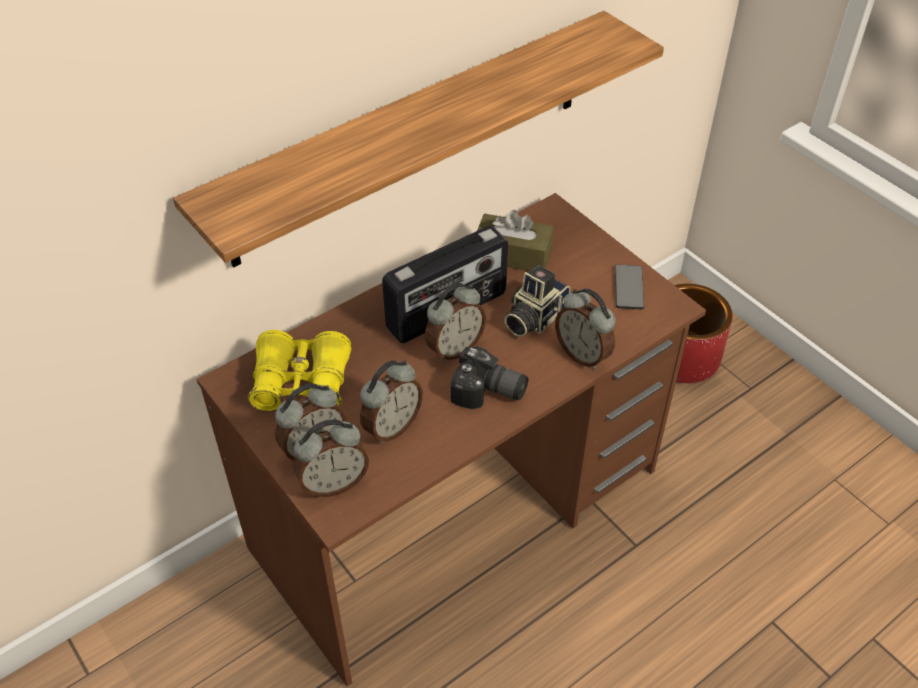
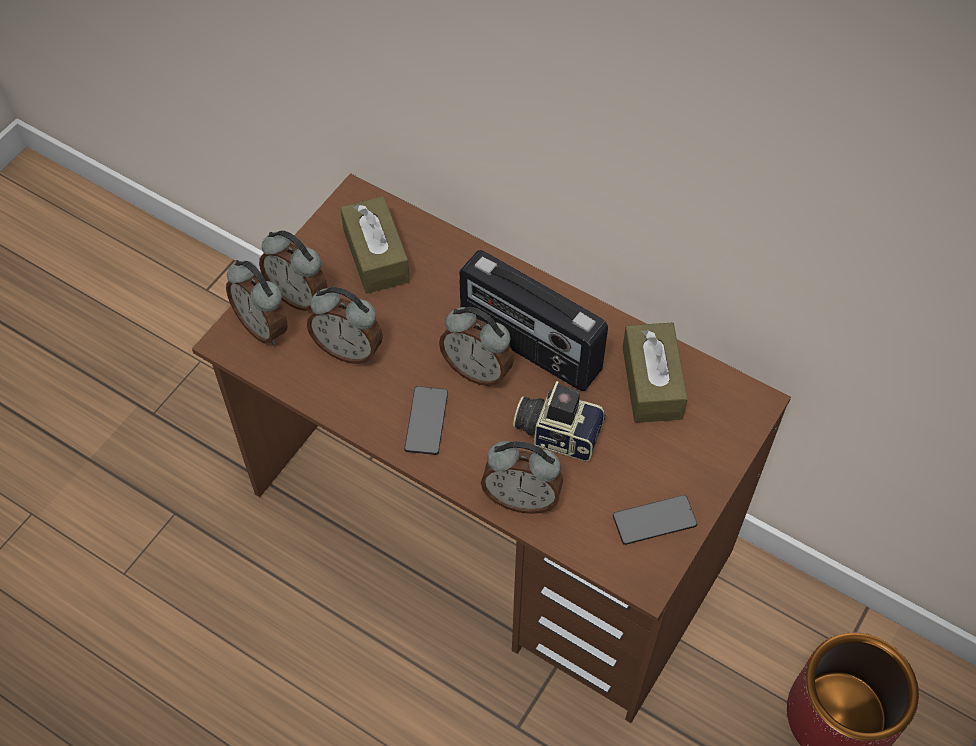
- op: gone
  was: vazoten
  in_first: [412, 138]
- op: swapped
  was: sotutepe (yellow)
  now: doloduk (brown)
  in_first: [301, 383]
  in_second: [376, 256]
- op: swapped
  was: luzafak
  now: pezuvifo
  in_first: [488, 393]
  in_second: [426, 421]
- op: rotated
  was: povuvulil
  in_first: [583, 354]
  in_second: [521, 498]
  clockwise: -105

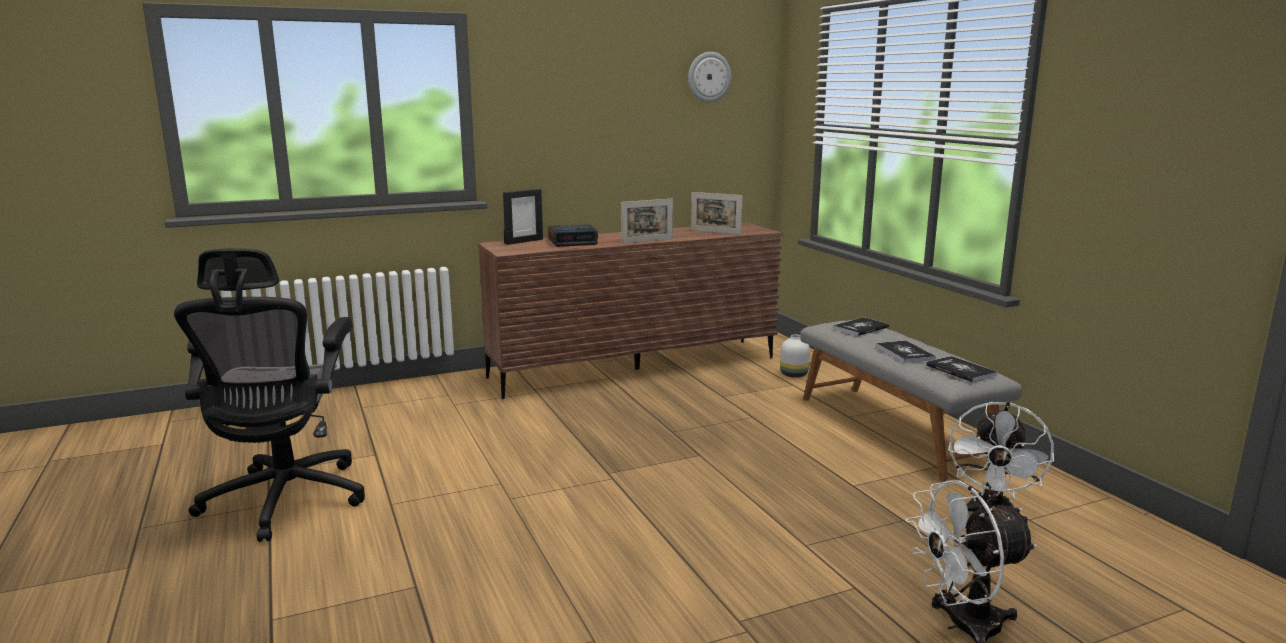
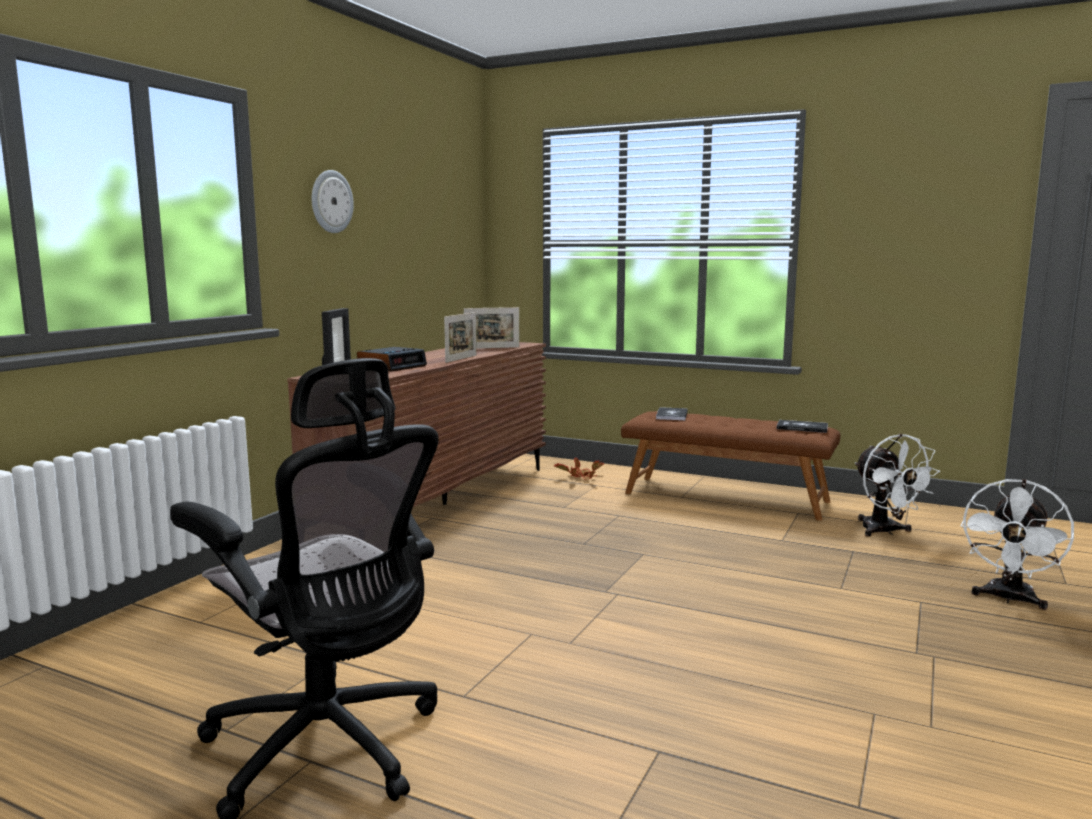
- op: shifted
  was: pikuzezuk
  in_first: [709, 77]
  in_second: [331, 201]
- op: swapped
  was: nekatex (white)
  now: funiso
  in_first: [794, 374]
  in_second: [581, 478]
- op: repainted
  was: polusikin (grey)
  now: polusikin (brown)
  in_first: [894, 429]
  in_second: [726, 497]
- op: gone
  was: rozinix
  in_first: [904, 353]

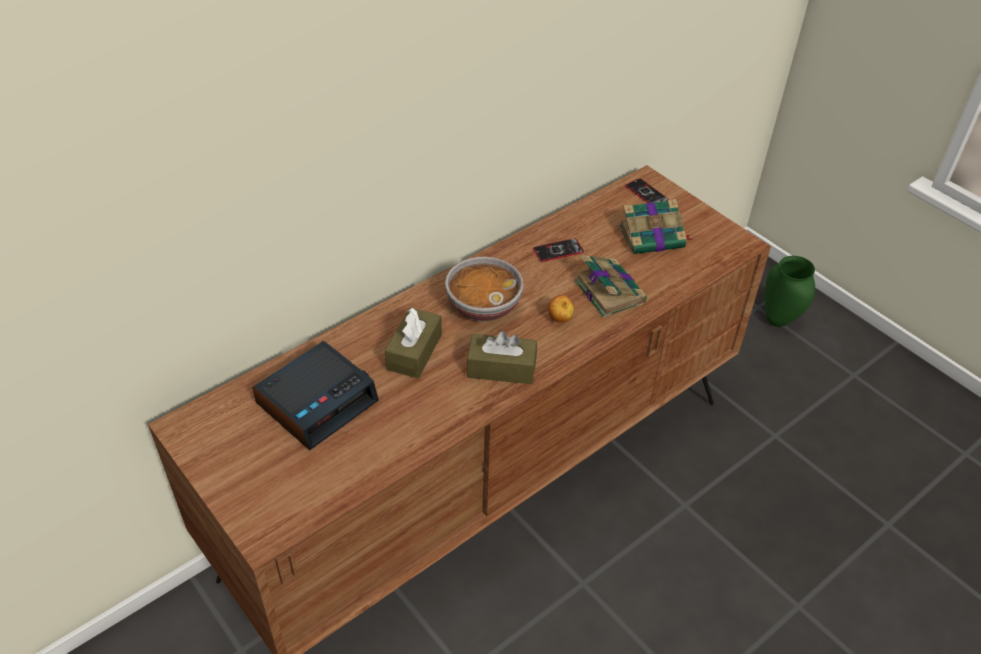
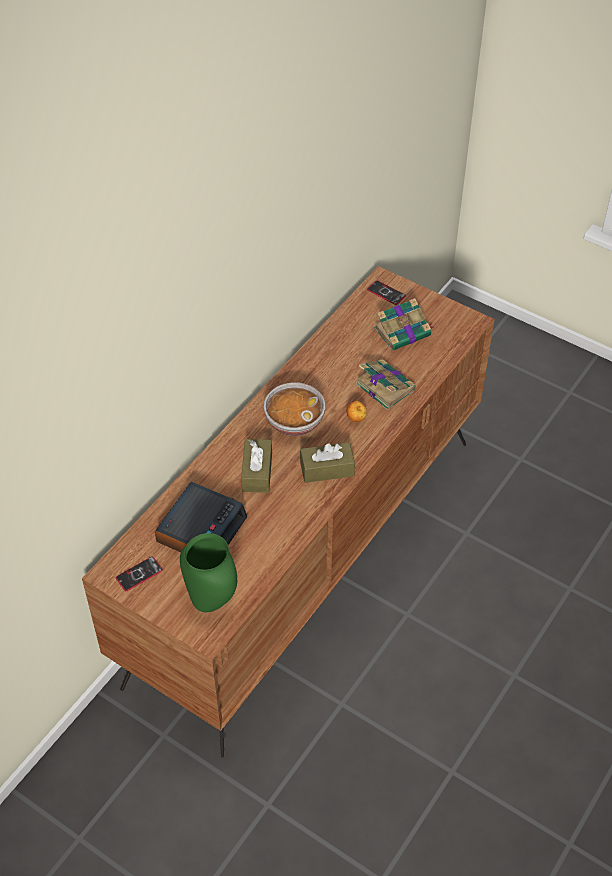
- op: shifted
  was: pezuvifo
  in_first: [558, 251]
  in_second: [139, 574]
- op: shifted
  was: nekatex (green)
  in_first: [779, 320]
  in_second: [213, 601]

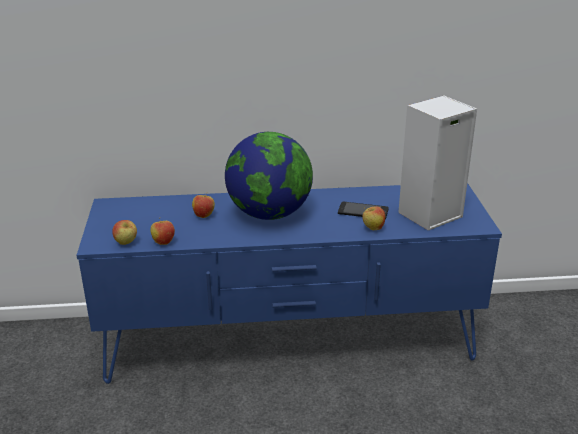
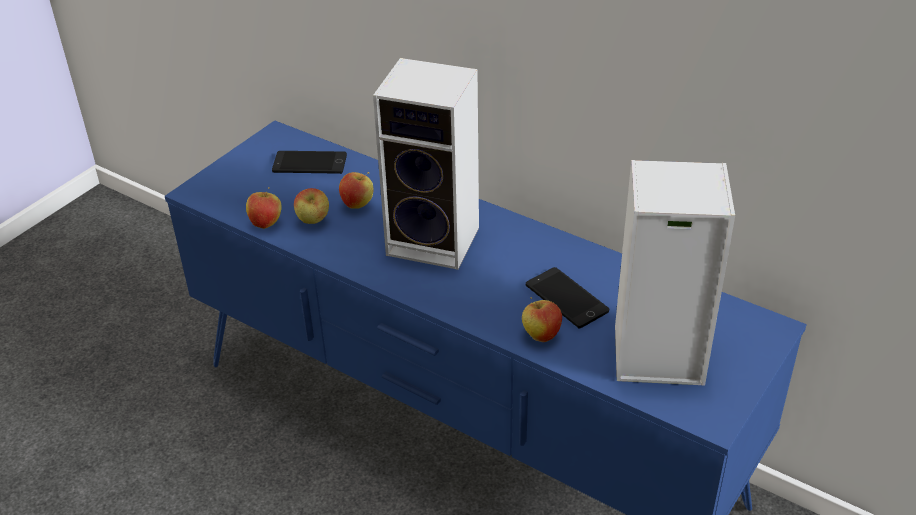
- op: shifted
  was: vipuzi
  in_first: [126, 243]
  in_second: [313, 222]
- op: swapped
  was: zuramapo
  now: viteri
  in_first: [269, 214]
  in_second: [437, 241]
- op: new
  now: pezuvifo
  in_second: [309, 163]

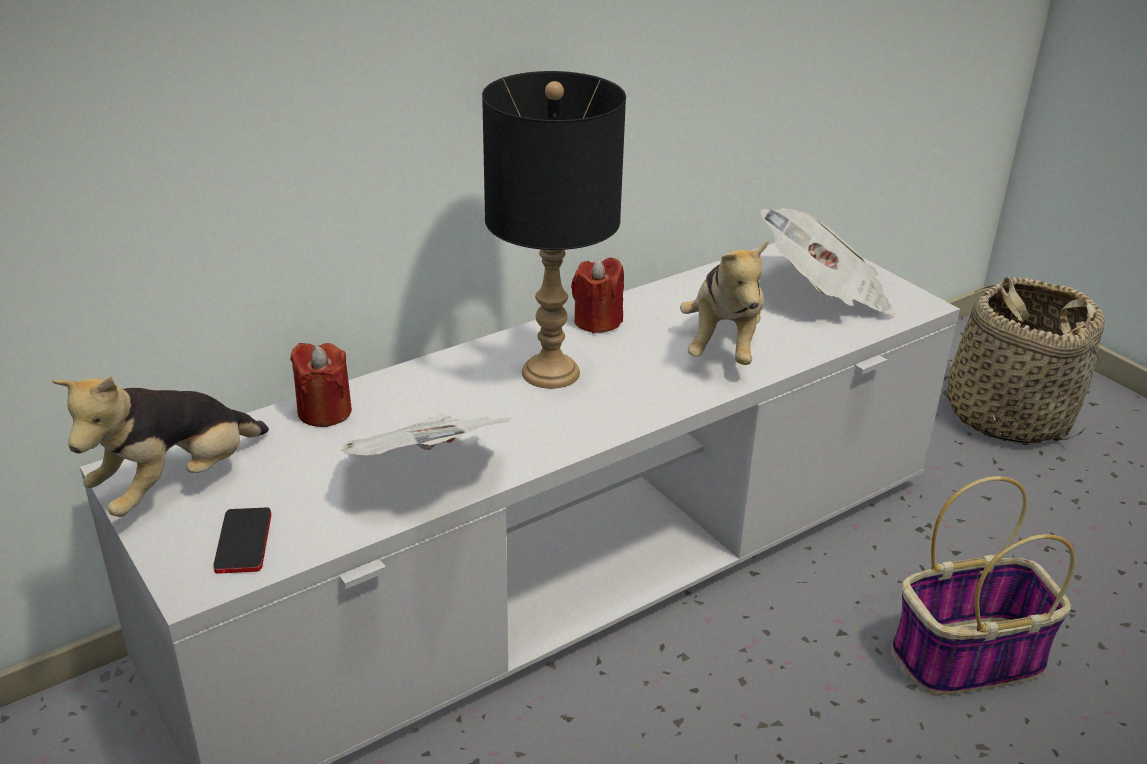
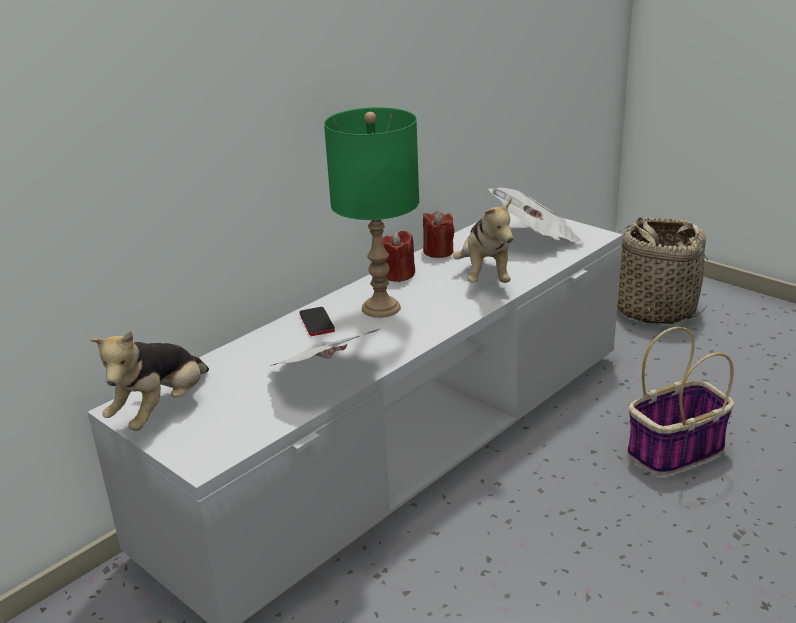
- op: shifted
  was: pezuvifo
  in_first: [243, 542]
  in_second: [317, 322]
- op: shifted
  was: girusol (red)
  in_first: [324, 412]
  in_second: [438, 251]
- op: repainted
  was: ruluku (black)
  now: ruluku (green)
  in_first: [552, 372]
  in_second: [382, 308]

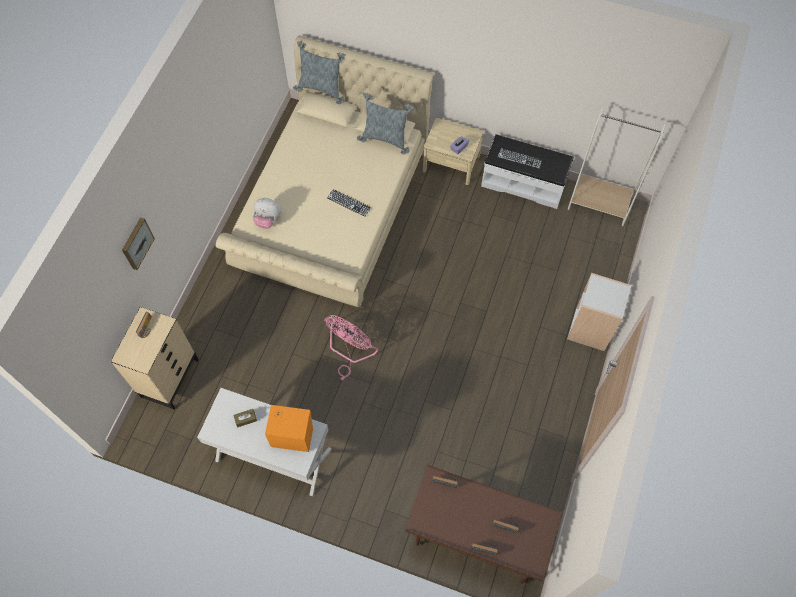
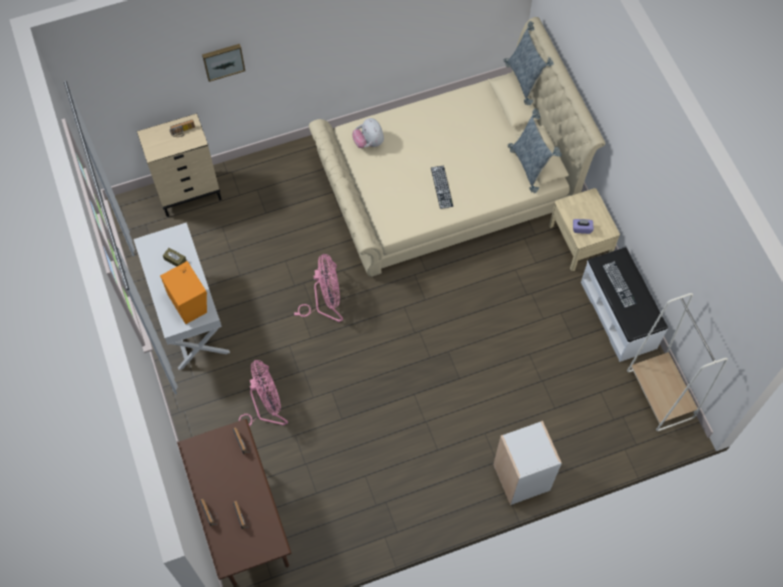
- op: new
  now: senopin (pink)
  in_second: [264, 404]

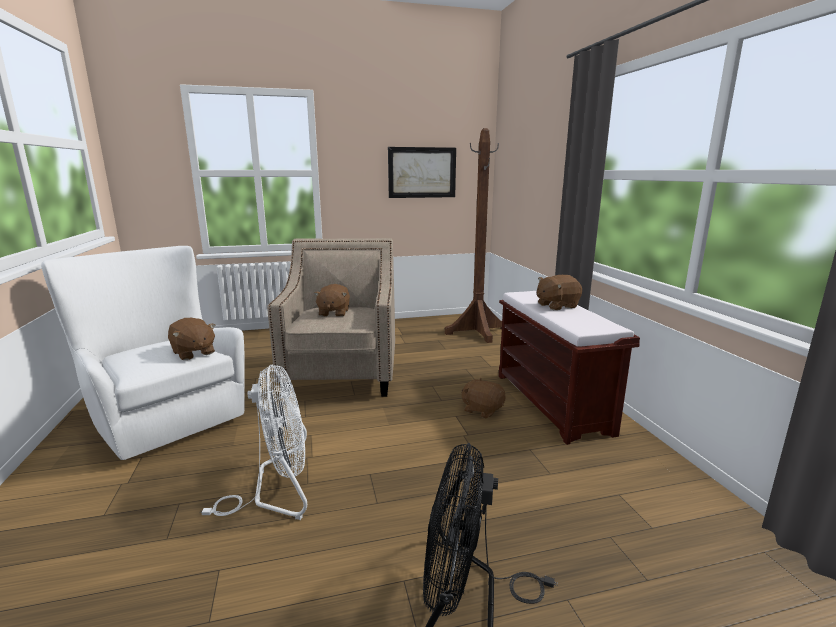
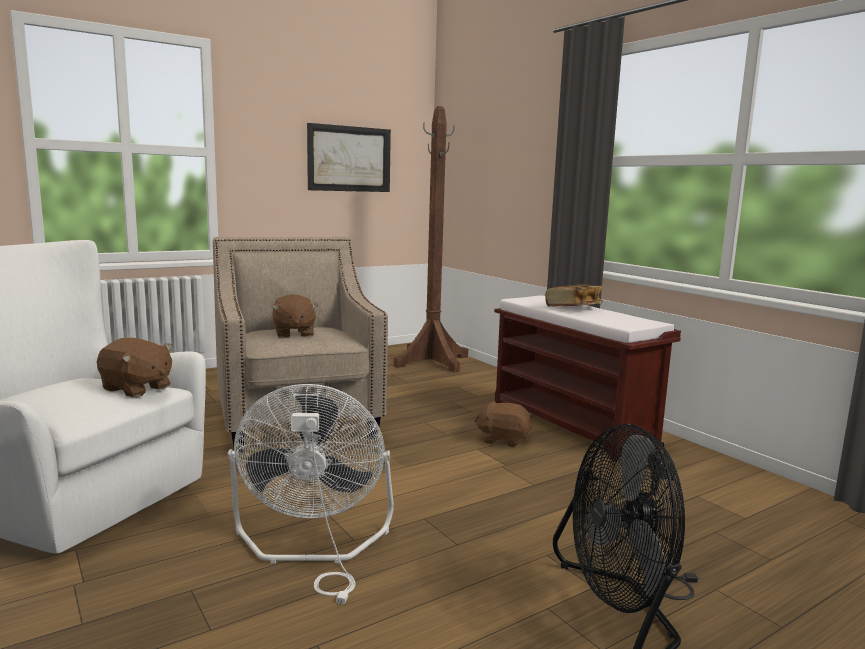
- op: rotated
  was: senopin (white)
  in_first: [276, 486]
  in_second: [314, 549]
  clockwise: -60
- op: swapped
  was: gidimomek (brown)
  now: rozinix
  in_first: [556, 306]
  in_second: [573, 308]

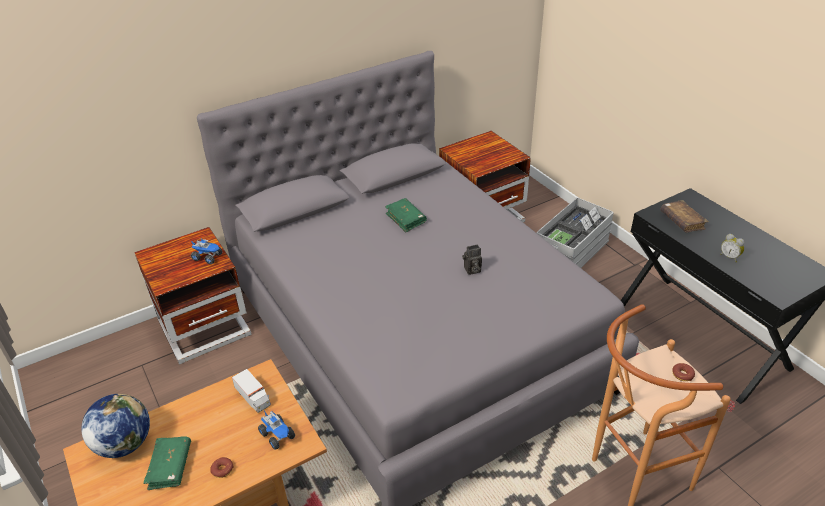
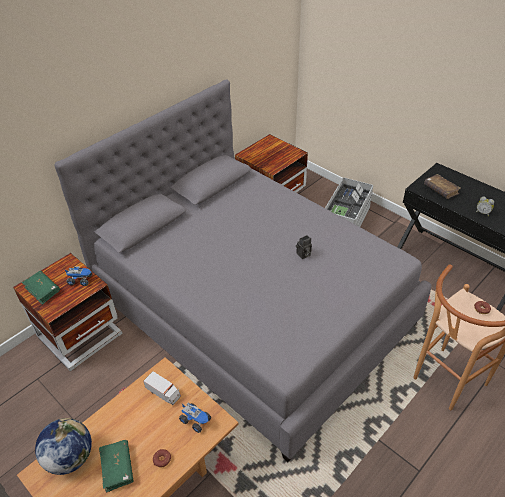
- op: shifted
  was: rozinix (green)
  in_first: [405, 219]
  in_second: [42, 290]

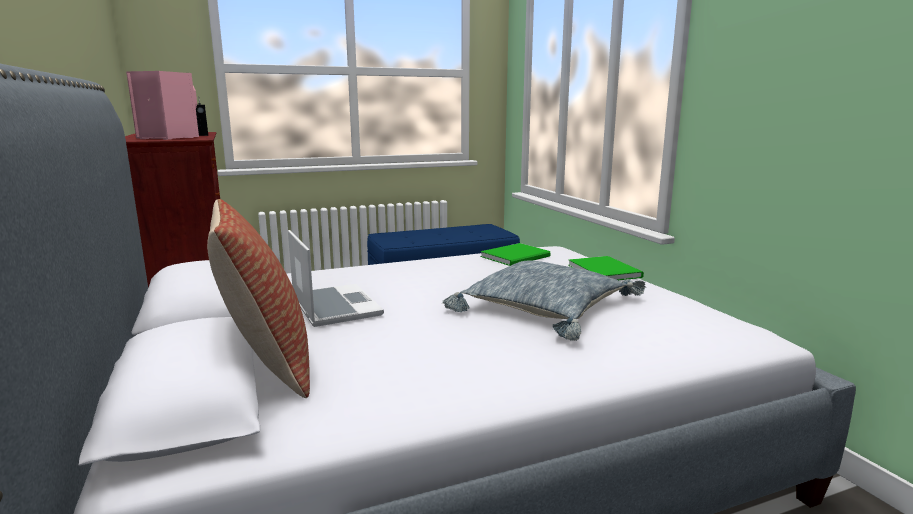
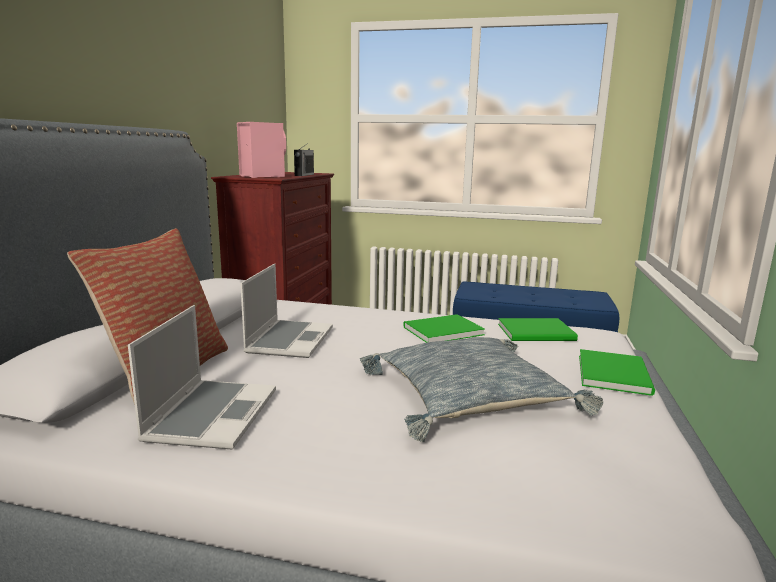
- op: new
  now: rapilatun
  in_second: [212, 415]
- op: new
  now: rozinix (green)
  in_second: [440, 330]

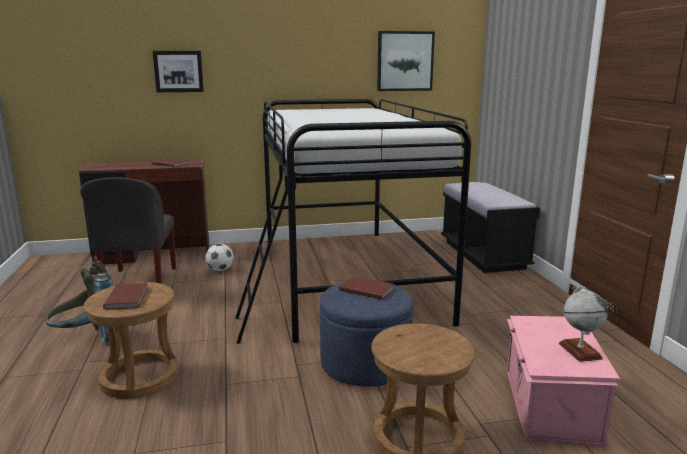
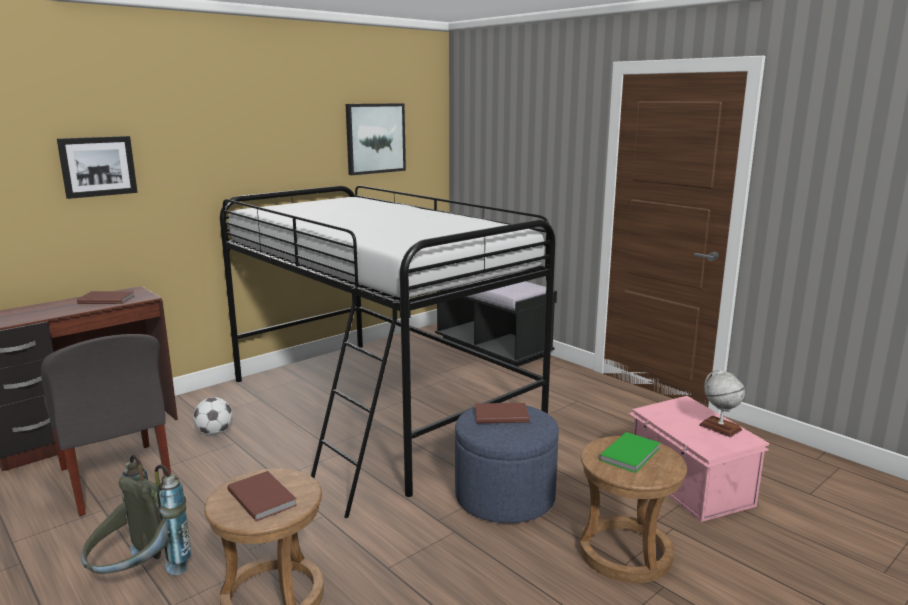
- op: new
  now: rozinix (green)
  in_second: [631, 454]

